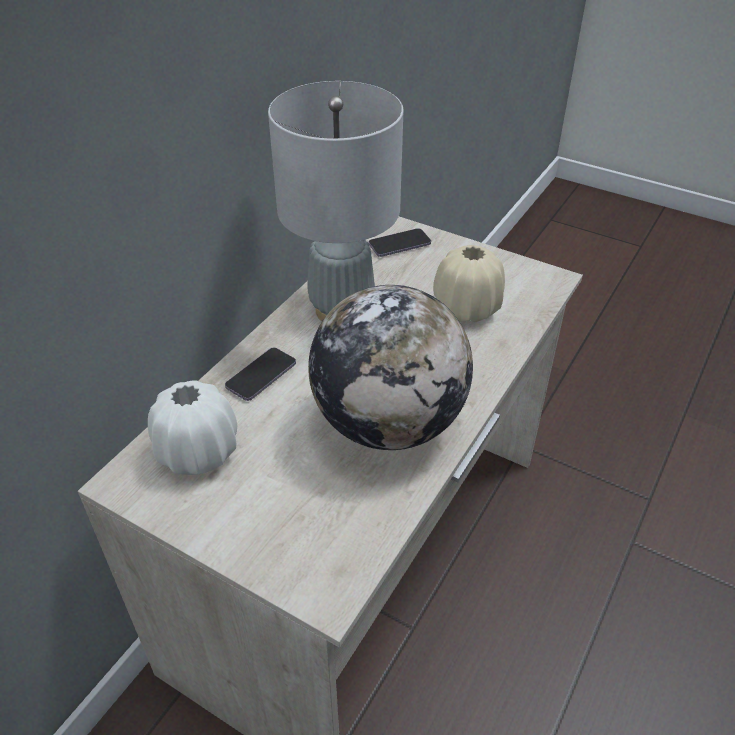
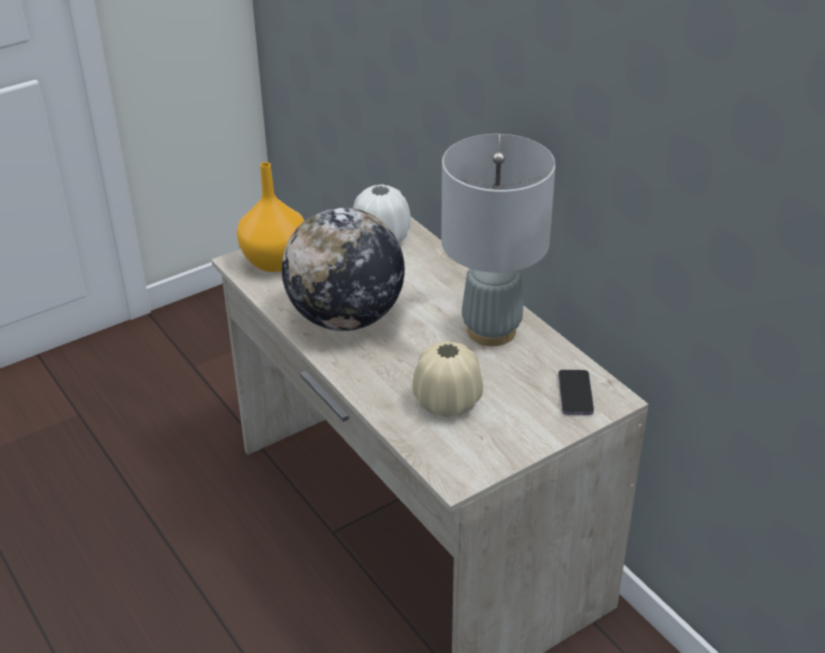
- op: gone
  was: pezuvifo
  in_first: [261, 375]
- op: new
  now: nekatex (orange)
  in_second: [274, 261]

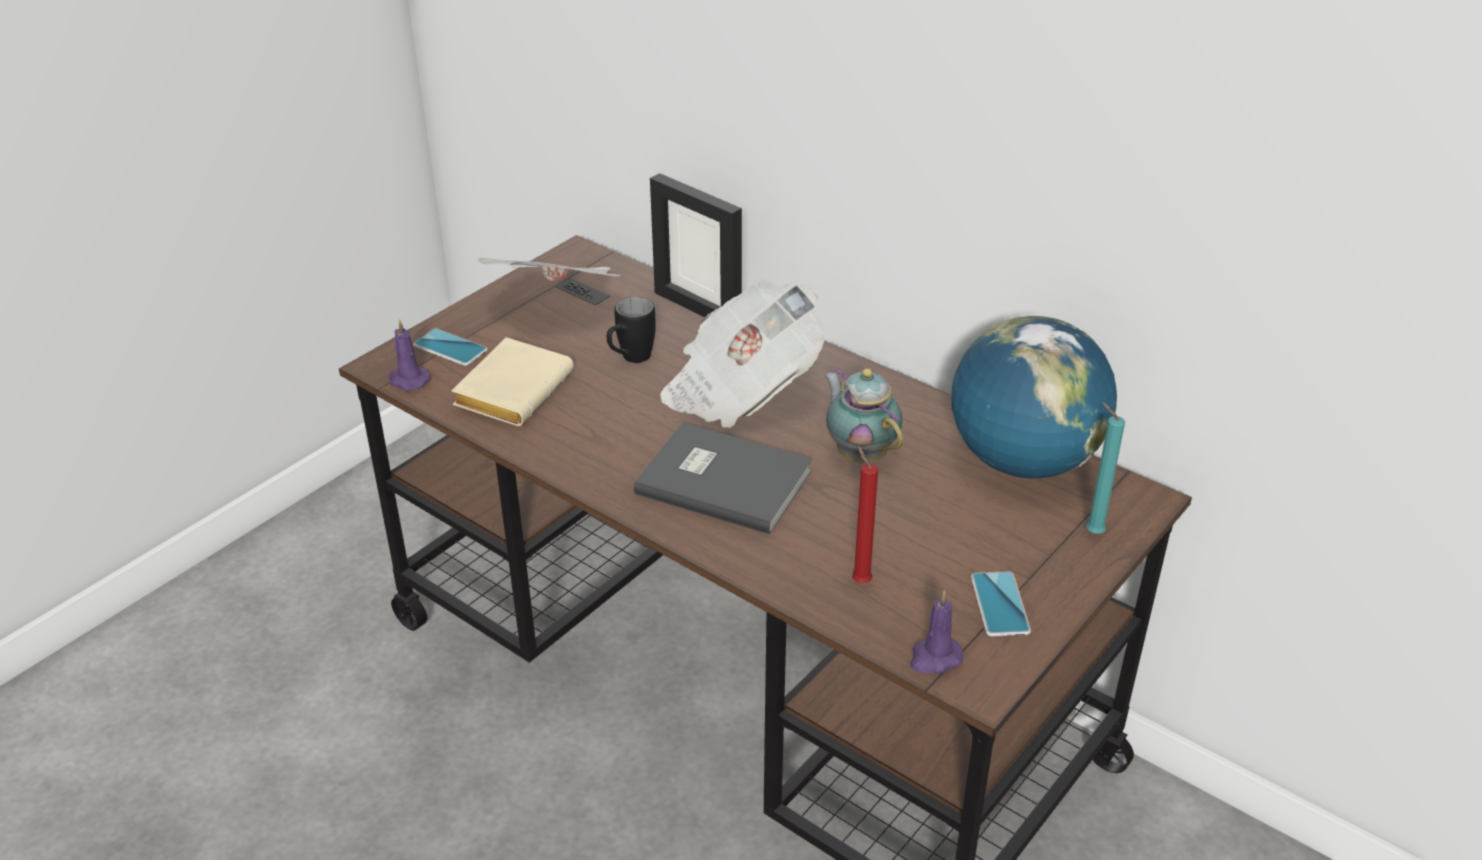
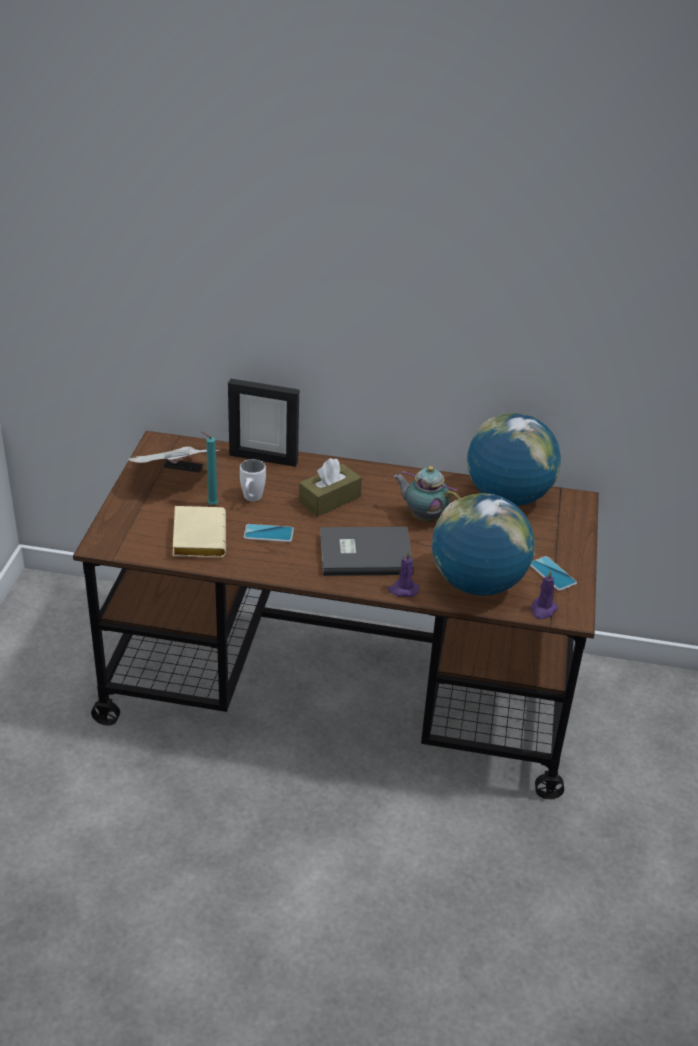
- op: shifted
  was: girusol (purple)
  in_first: [408, 380]
  in_second: [403, 590]
- op: shifted
  was: pezuvifo
  in_first: [450, 348]
  in_second: [268, 533]
- op: repainted
  was: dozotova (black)
  now: dozotova (white)
  in_first: [630, 359]
  in_second: [251, 500]
- op: swapped
  was: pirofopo
  now: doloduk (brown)
  in_first: [740, 389]
  in_second: [329, 500]
- op: swapped
  was: girusol (red)
  now: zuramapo
  in_first: [859, 580]
  in_second: [477, 584]
- op: shifted
  was: girusol (turquoise)
  in_first: [1091, 532]
  in_second: [211, 505]

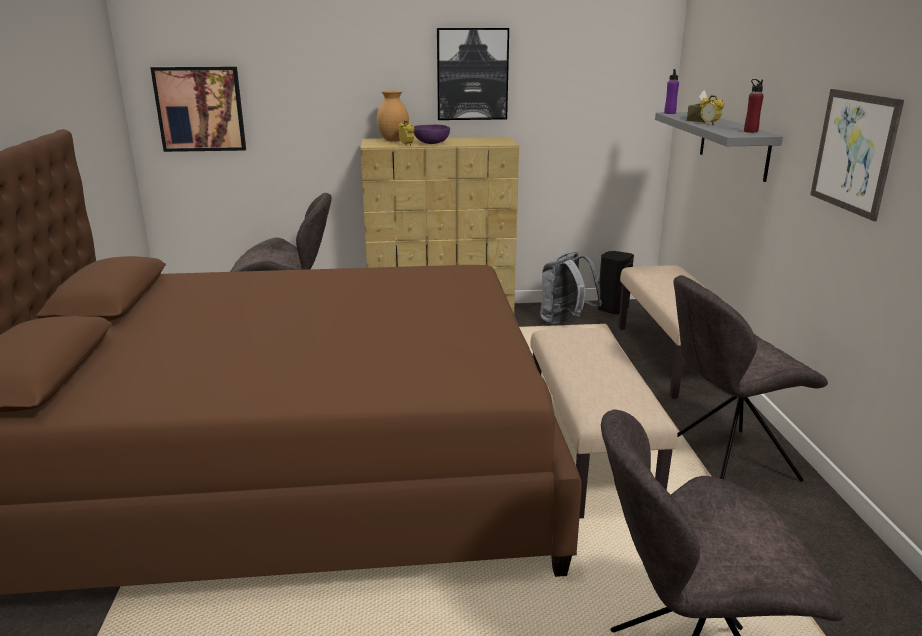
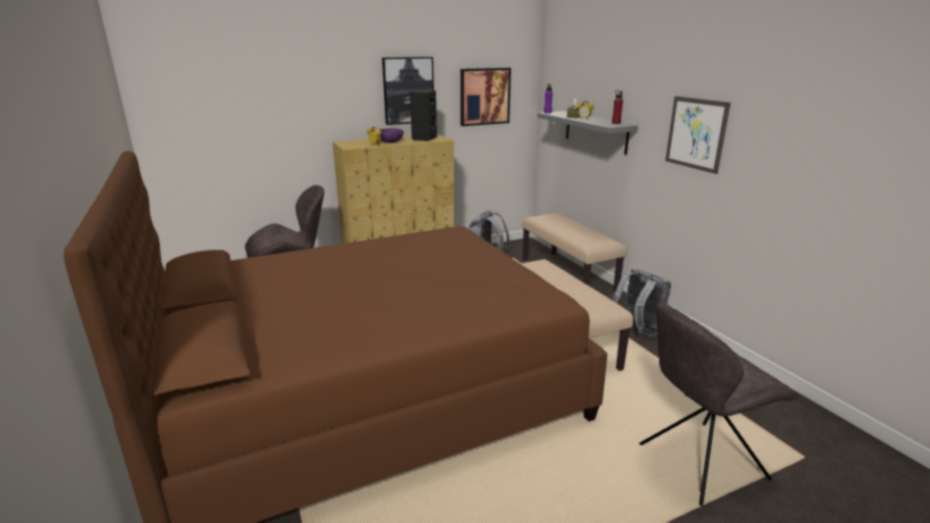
- op: shifted
  was: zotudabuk
  in_first: [200, 109]
  in_second: [484, 96]
- op: gone
  was: nekatex (brown)
  in_first: [393, 140]
- op: shifted
  was: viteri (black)
  in_first: [611, 308]
  in_second: [423, 139]
- op: swapped
  was: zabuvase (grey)
  now: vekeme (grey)
  in_first: [724, 463]
  in_second: [637, 333]

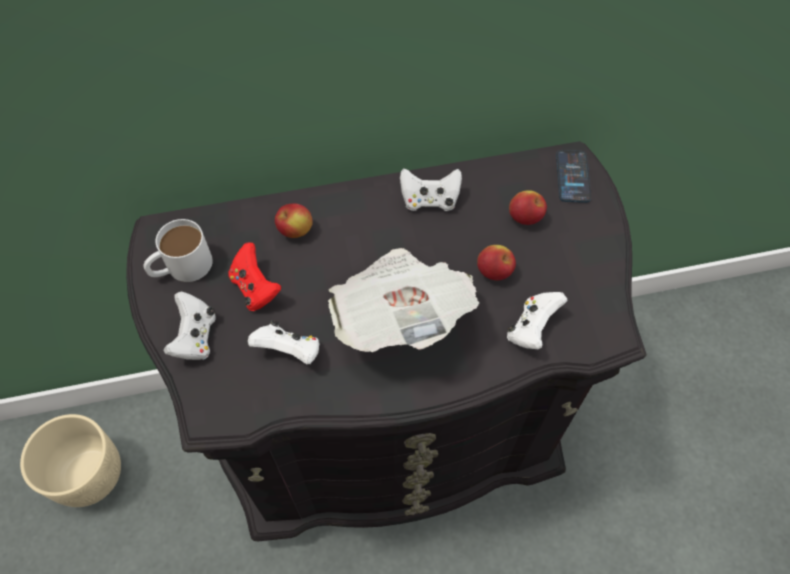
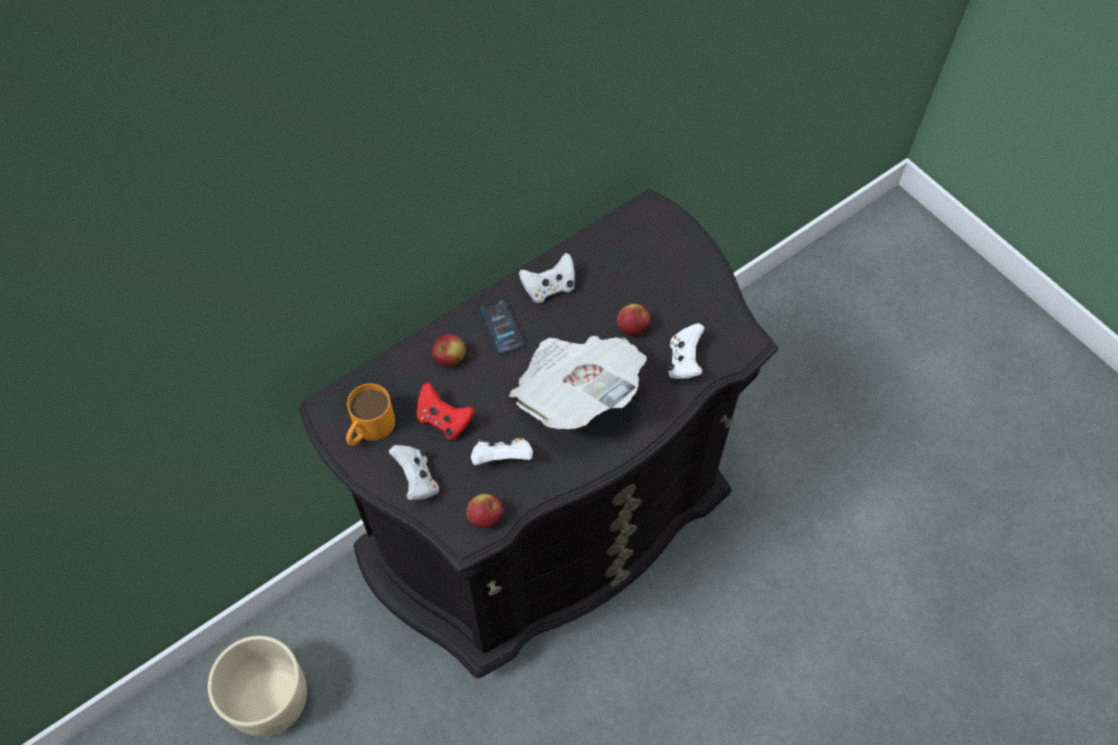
- op: repainted
  was: dozotova (white)
  now: dozotova (orange)
  in_first: [181, 267]
  in_second: [369, 429]
- op: shifted
  was: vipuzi
  in_first: [525, 218]
  in_second: [485, 518]
- op: shifted
  was: pezuvifo
  in_first: [572, 177]
  in_second: [501, 327]

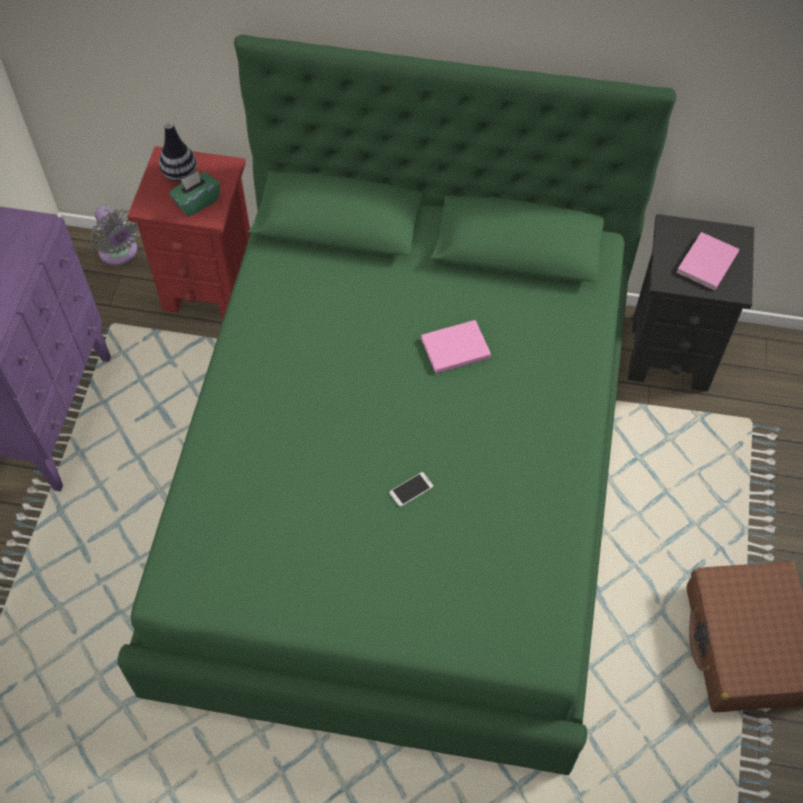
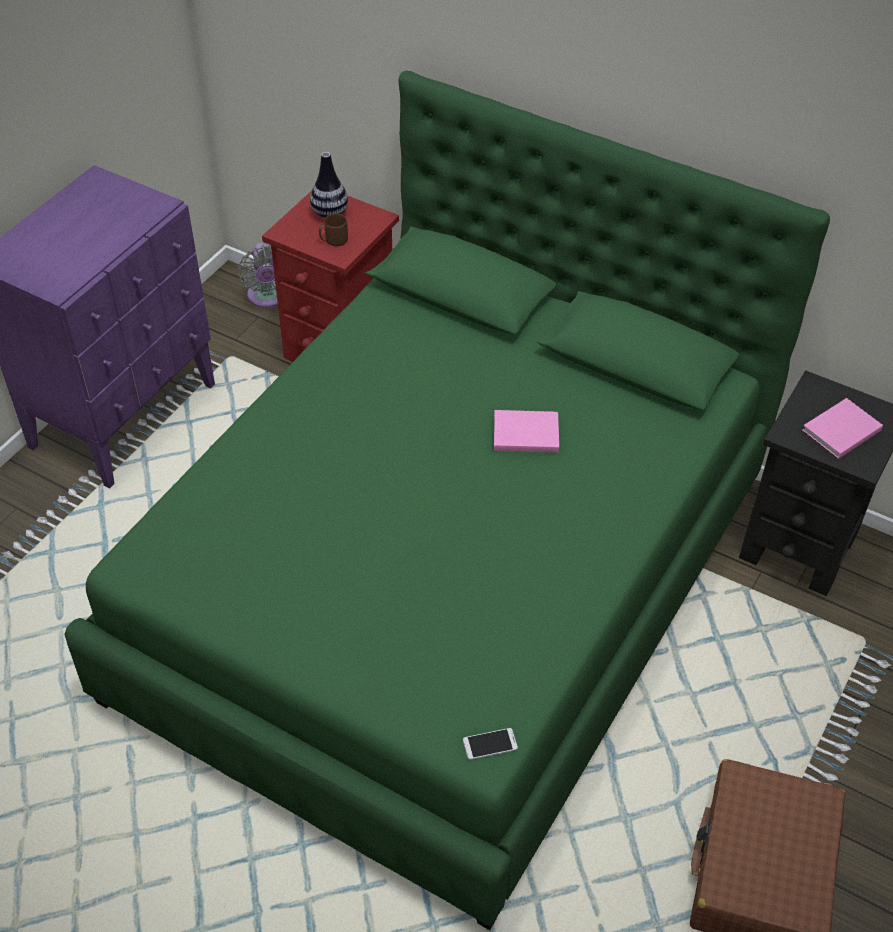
- op: swapped
  was: doloduk (green)
  now: dozotova (brown)
  in_first: [197, 202]
  in_second: [333, 240]
- op: shifted
  was: pezuvifo
  in_first: [411, 489]
  in_second: [490, 744]

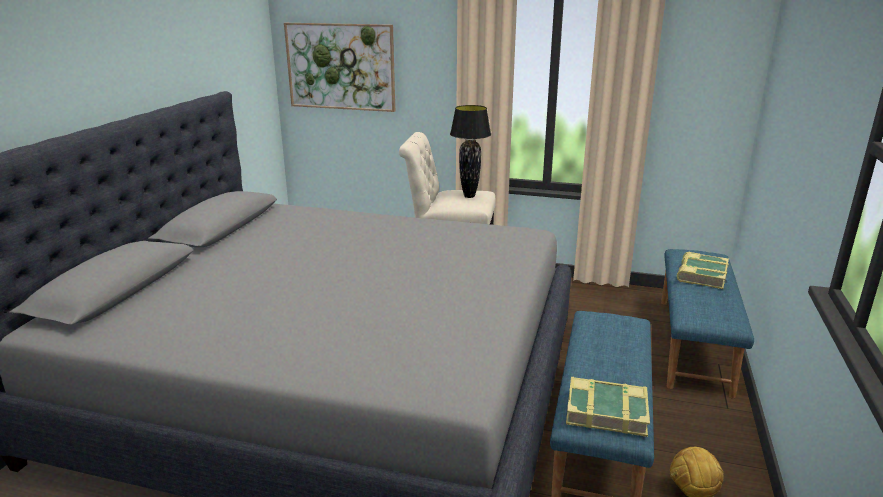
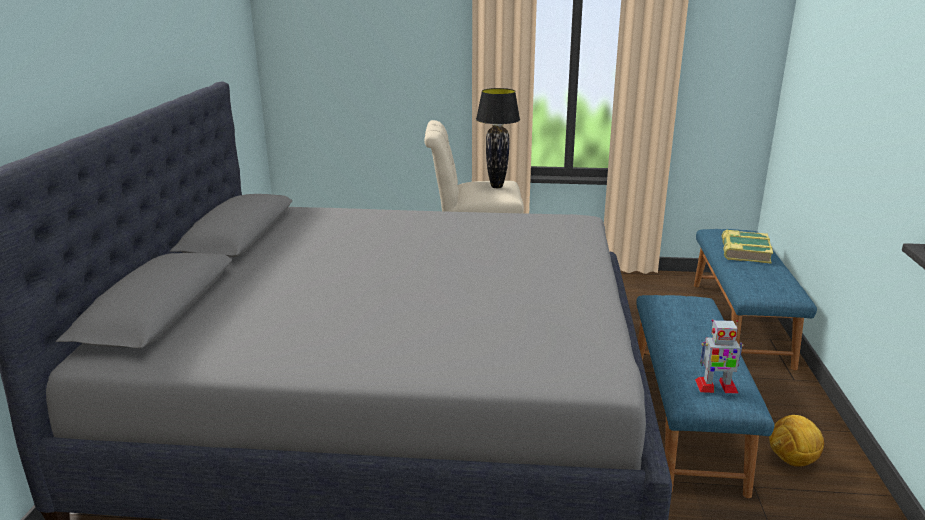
- op: gone
  was: zotudabuk
  in_first: [341, 66]
- op: swapped
  was: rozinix
  now: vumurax
  in_first: [606, 411]
  in_second: [716, 386]

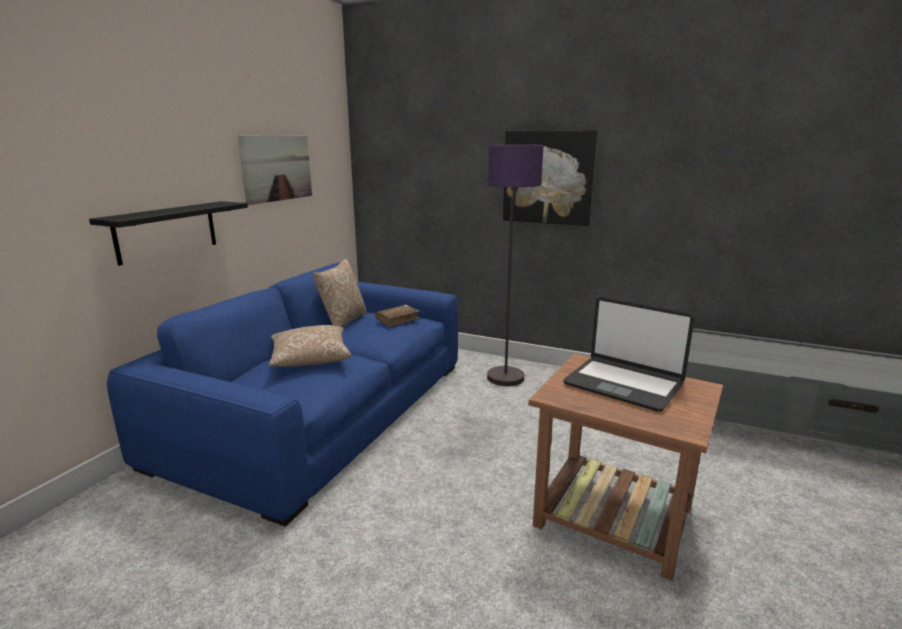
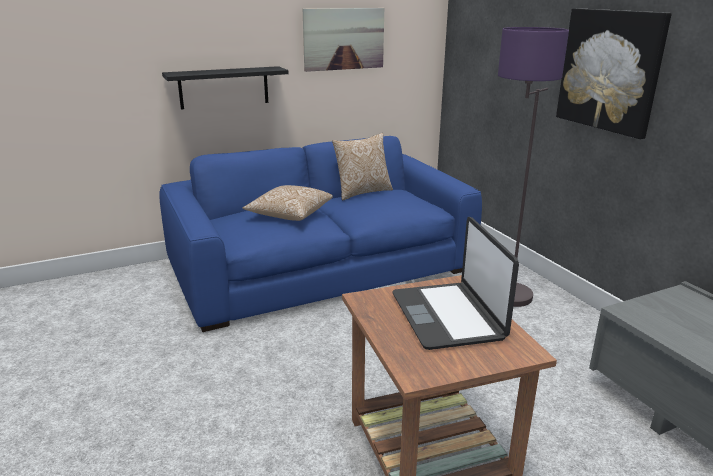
- op: gone
  was: rozinix (brown)
  in_first: [397, 320]

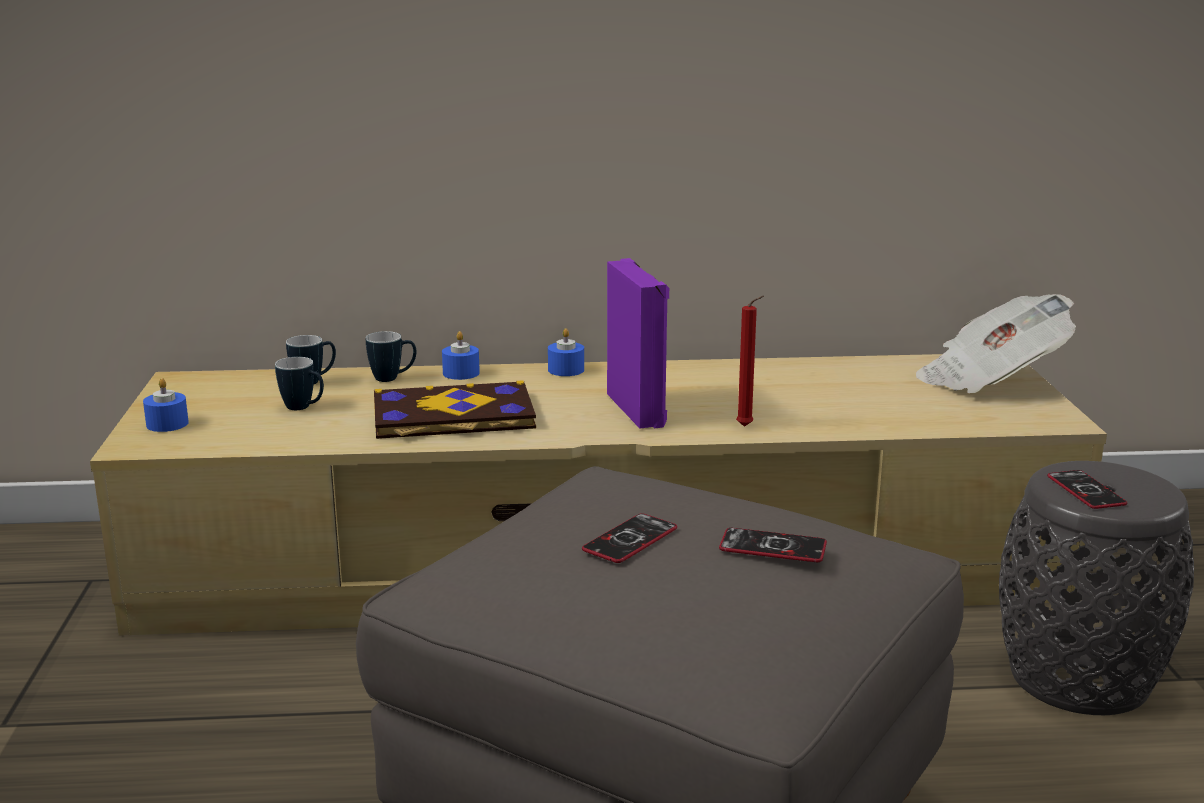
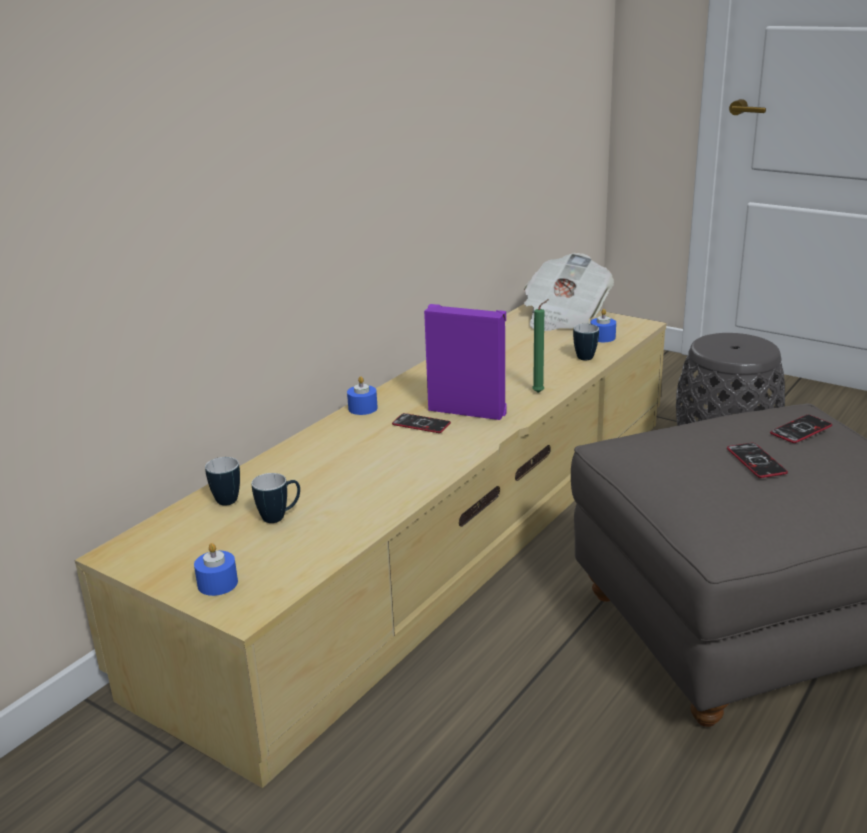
- op: shifted
  was: dozotova
  in_first: [393, 378]
  in_second: [586, 356]
- op: gone
  was: rozinix
  in_first: [453, 416]
- op: shifted
  was: girusol (blue)
  in_first: [461, 373]
  in_second: [602, 337]
- op: repainted
  was: girusol (red)
  now: girusol (green)
  in_first: [747, 427]
  in_second: [540, 392]
- op: shifted
  was: pezuvifo
  in_first: [1085, 491]
  in_second: [421, 424]

